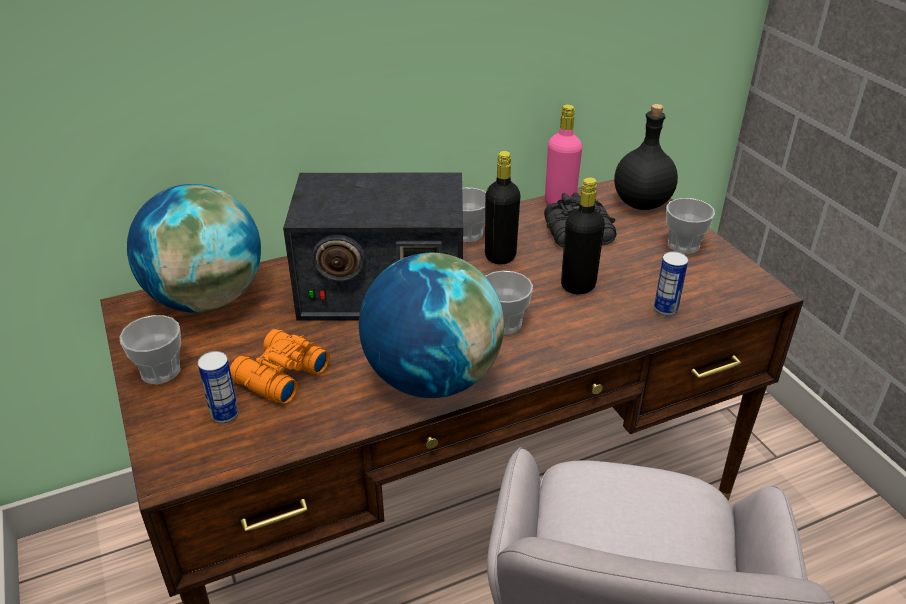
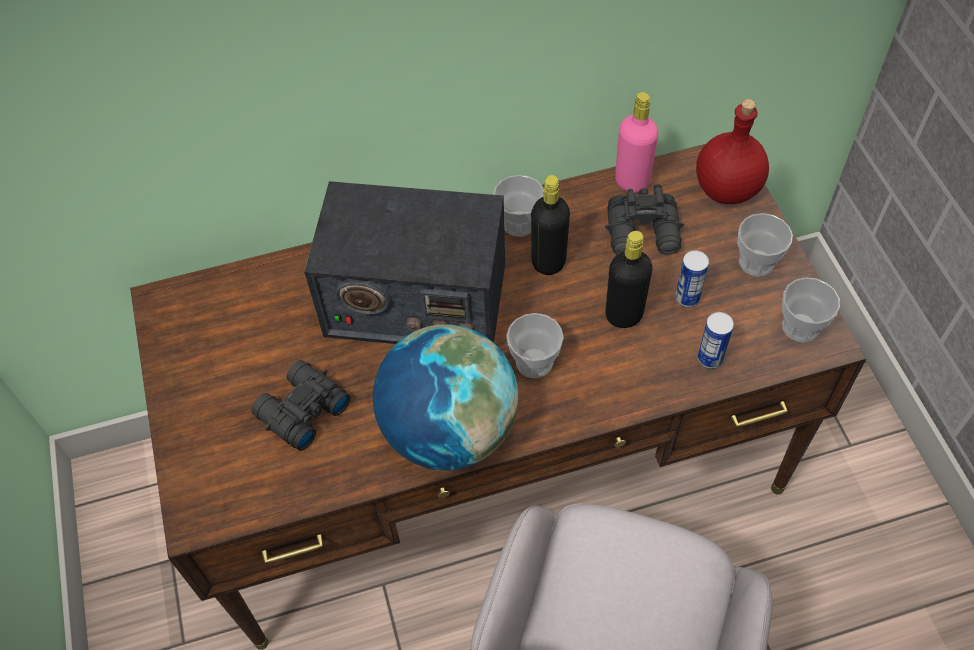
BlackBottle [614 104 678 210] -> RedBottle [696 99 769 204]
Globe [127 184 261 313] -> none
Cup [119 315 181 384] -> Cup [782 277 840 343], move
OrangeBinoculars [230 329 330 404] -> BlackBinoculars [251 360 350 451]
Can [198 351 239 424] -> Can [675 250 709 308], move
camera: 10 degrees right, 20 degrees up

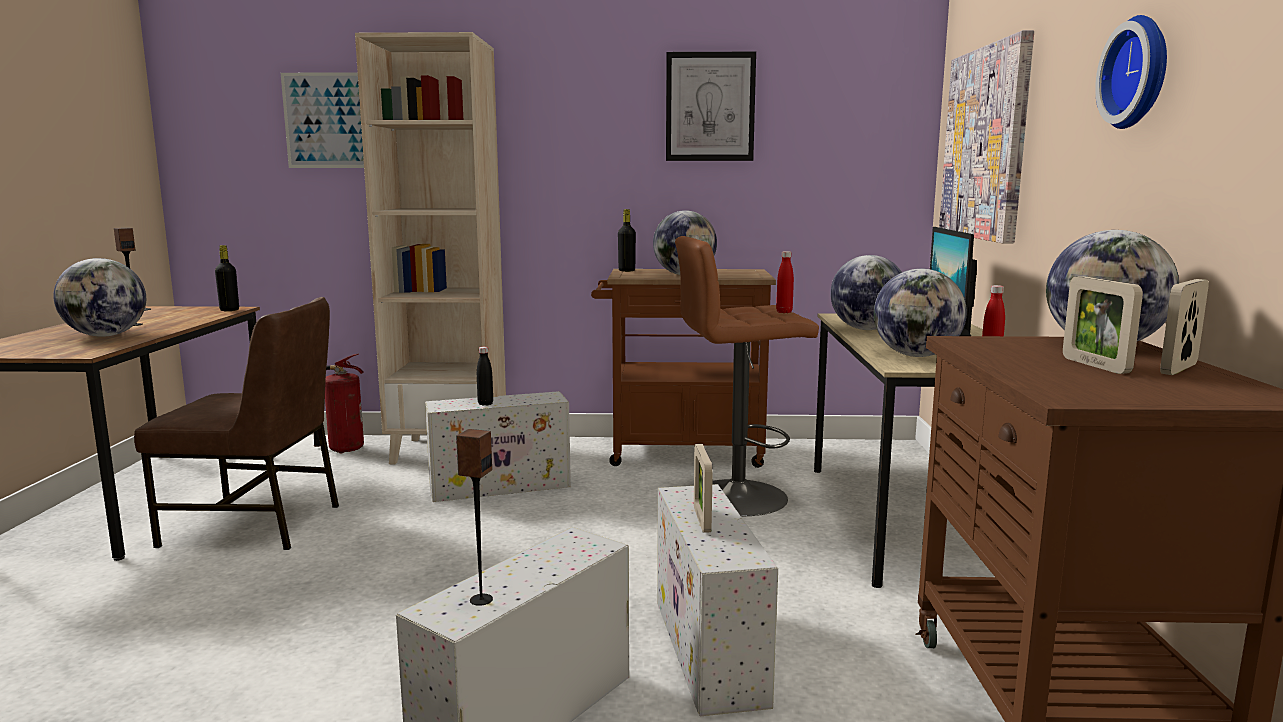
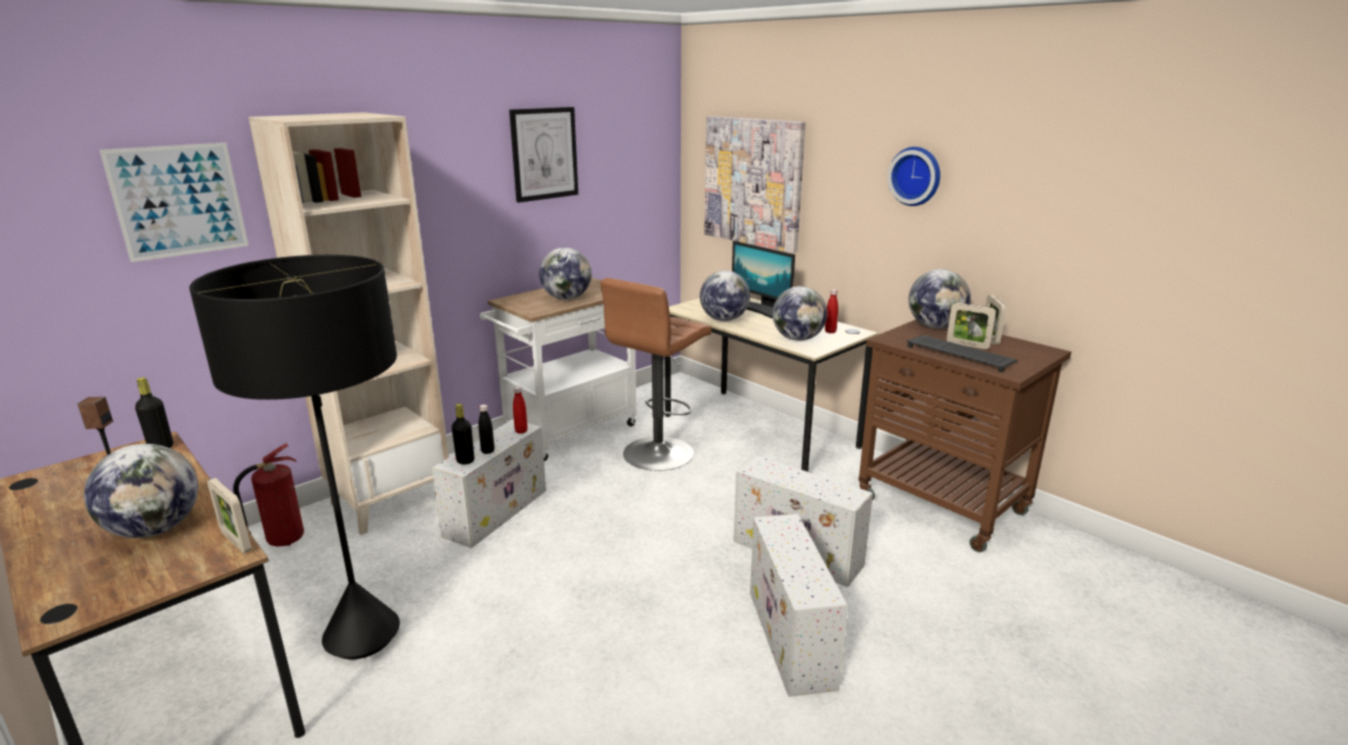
BlackBottle [618 209 636 272] -> BlackBottle [452 404 474 465], move
RedBottle [776 251 794 313] -> RedBottle [513 386 528 434], move
BrownCart [591 269 776 468] -> WhiteCart [480 277 636 461]
BrownChair [134 297 339 550] -> BlackFloorLamp [189 255 400 660]
Speaker [456 429 493 606] -> none
PictureFrame [694 444 713 533] -> PictureFrame [207 478 252 553], move
none -> Keyboard [906 335 1019 372]
camera: 45 degrees left, 10 degrees up

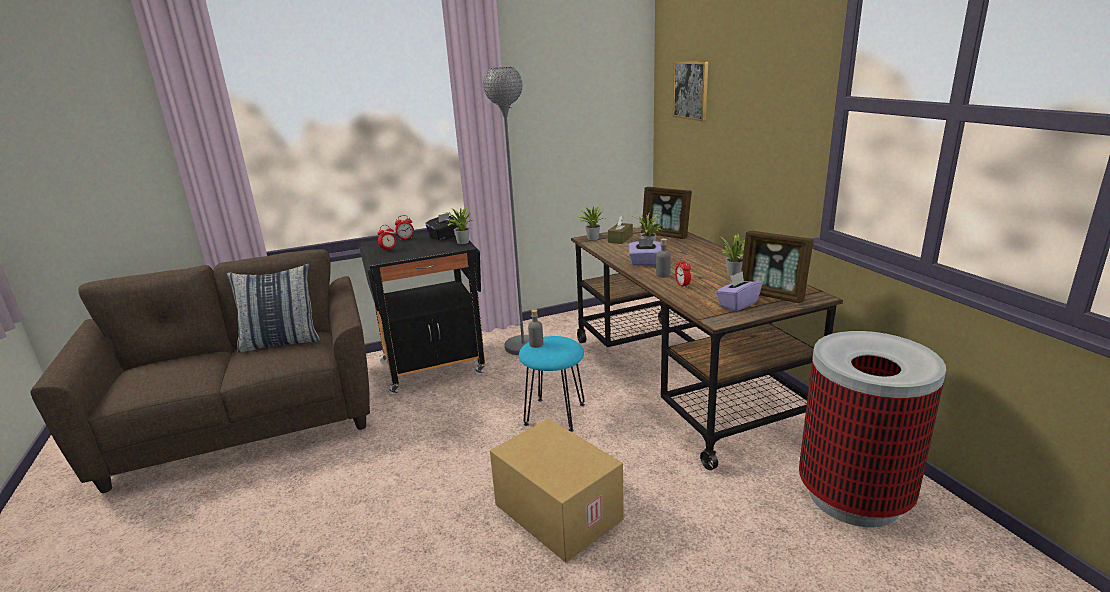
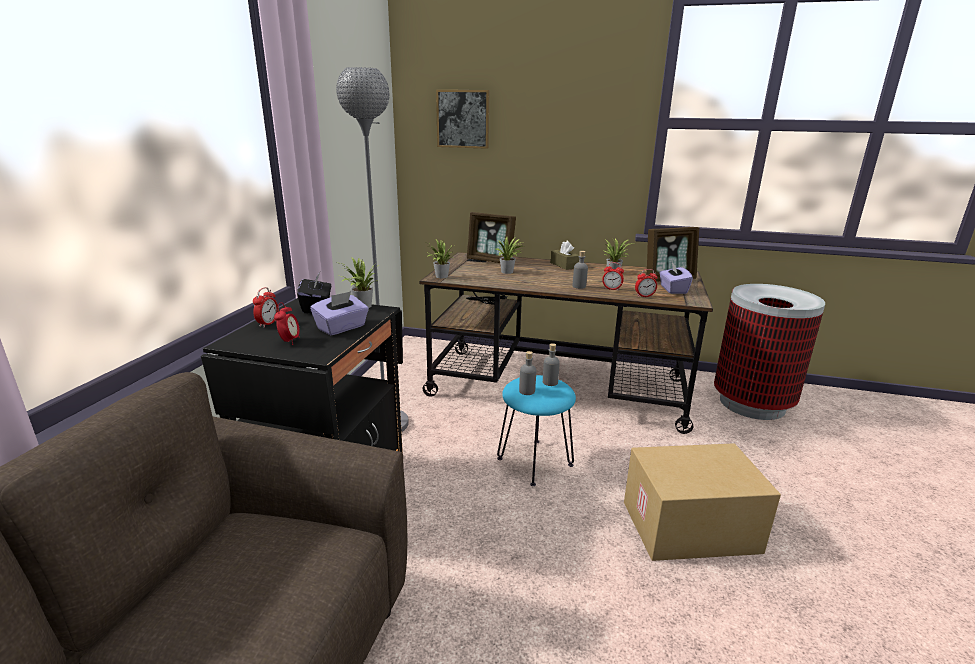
PictureFrame [641 187 692 239] -> PictureFrame [467 212 516 263], 45 degrees clockwise
BrownTissueBox [608 215 633 244] -> BrownTissueBox [550 241 580 270], move
PurpleTissueBox [629 239 661 266] -> PurpleTissueBox [310 291 369 335], move
Pillow [226 264 320 353] -> none
none -> AlarmClock [635 269 658 297]
none -> GreyBottle [543 343 560 386]
camera: 55 degrees left, 0 degrees up

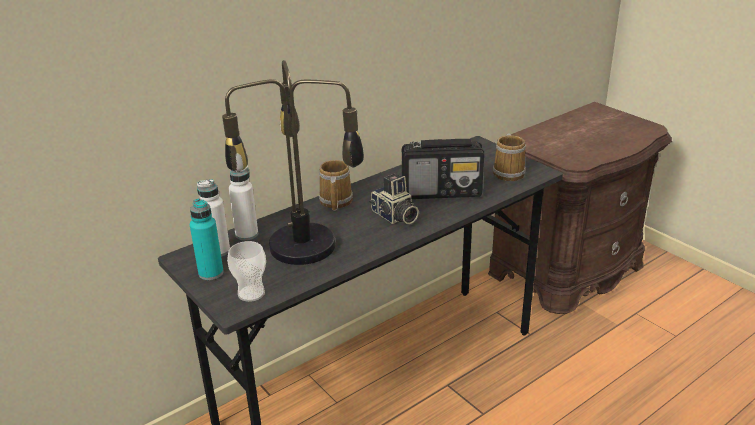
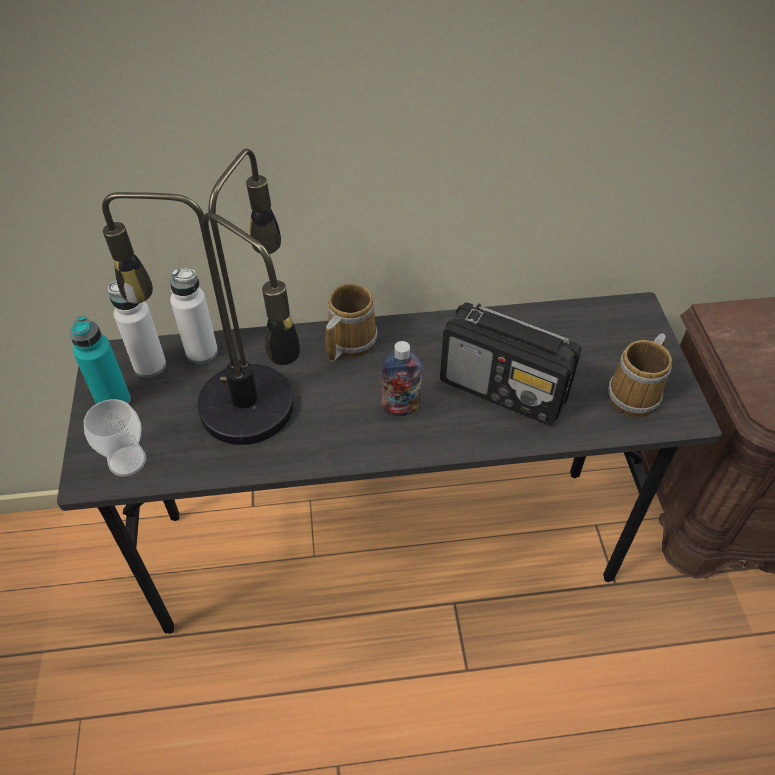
PhotoCamera [369 174 419 224] -> Bottle [381 341 422 416]
camera: 30 degrees right, 20 degrees up

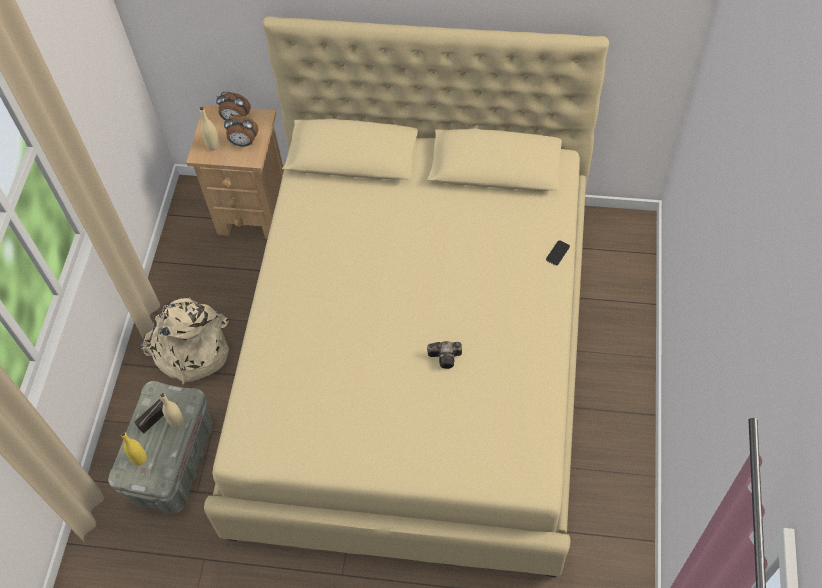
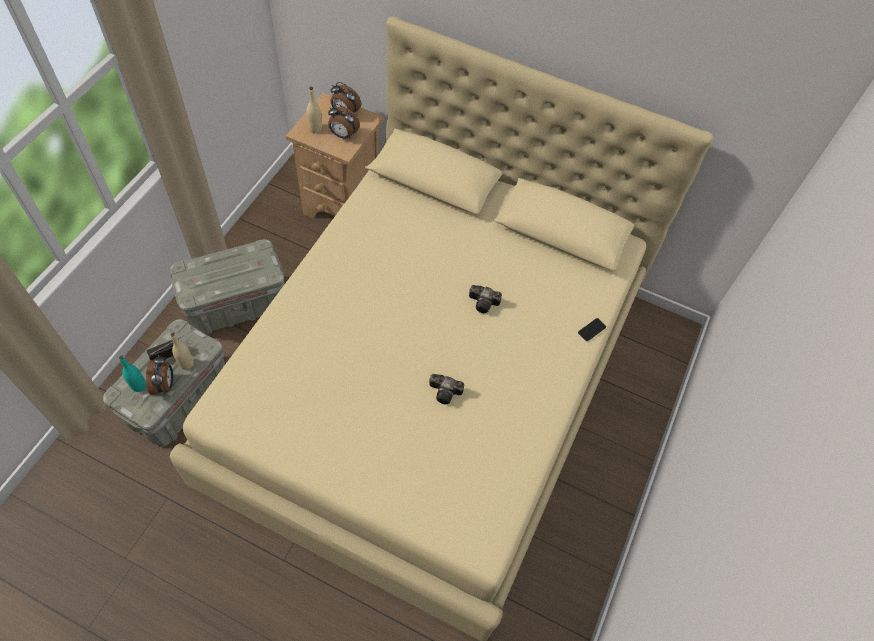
BeigeBackpack [140 297 229 384] -> GreyStorageBox [170 239 284 334]
YellowBottle [121 432 147 465] -> TurquoiseBottle [119 356 146 392]
none -> PhotoCamera [469 285 502 313]
none -> AlarmClock [146 355 173 395]
camera: 10 degrees right, 0 degrees up

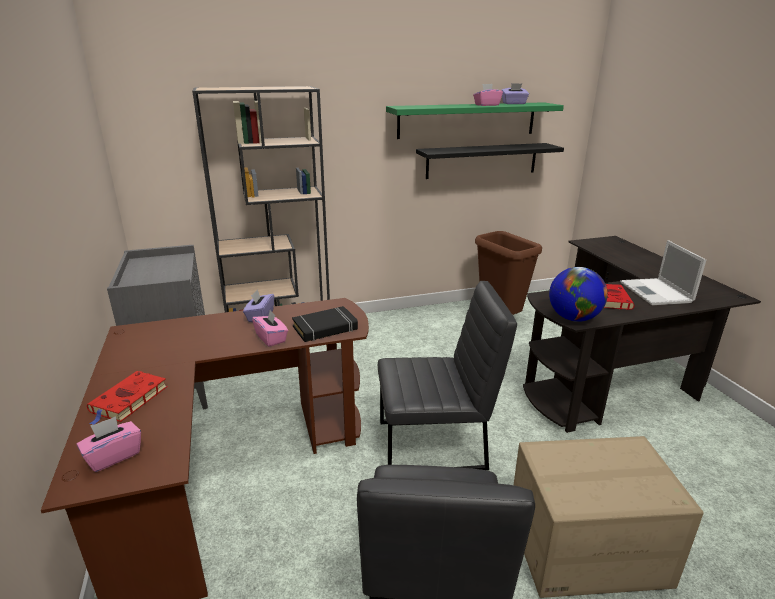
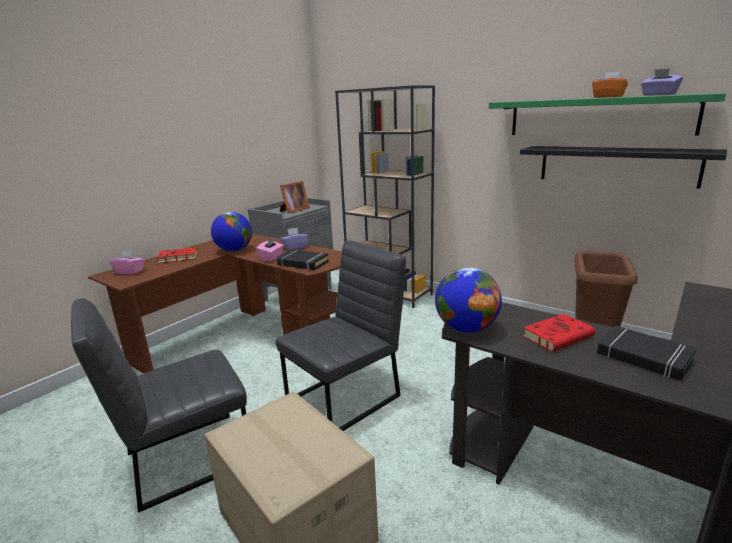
PinkTissueBox [473 84 503 106] -> OrangeTissueBox [592 71 628 98]
Laptop [620 240 706 305] -> BlackBook [597 326 696 381]
GreyChair [378 281 517 470] -> GreyChair [276 240 406 431], 90 degrees counterclockwise
none -> PictureFrame [280 181 310 214]
none -> Globe [211 212 252 251]
camera: 55 degrees right, 5 degrees down

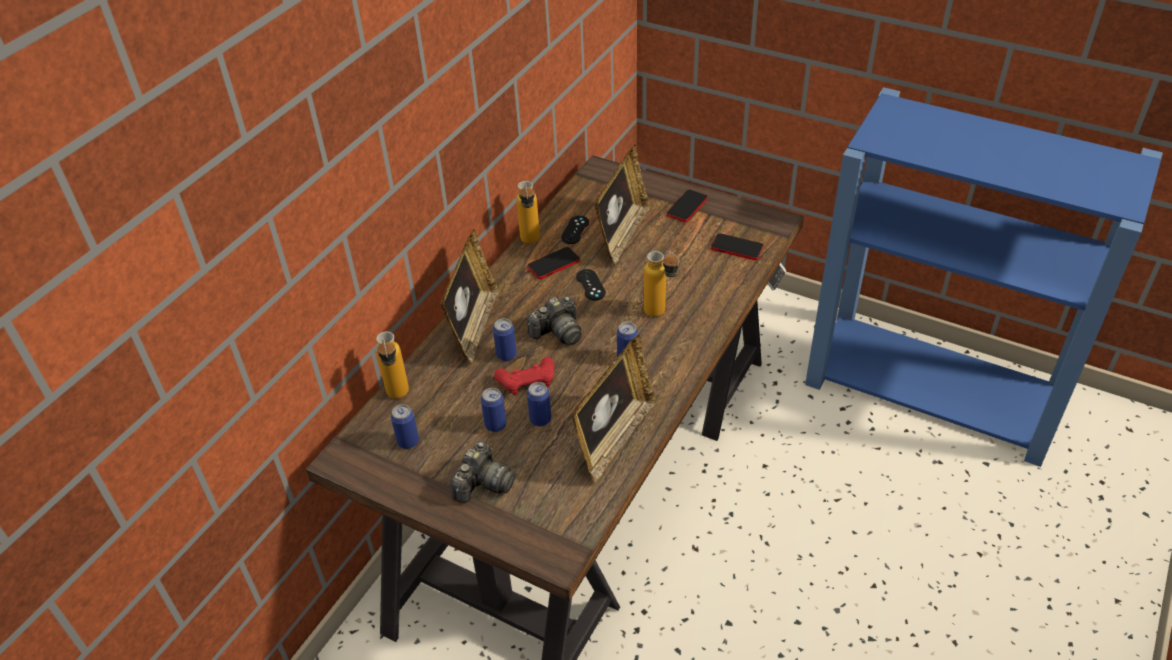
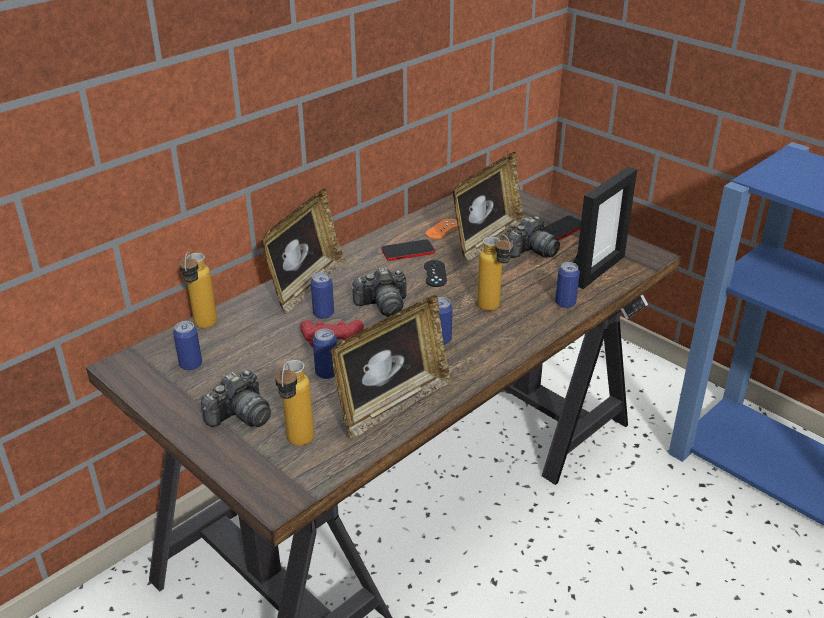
Bottle [516 181 540 244] -> Bottle [275 360 314 446], move
BlackGameController [561 216 589 244] -> OrangeGameController [425 218 458 239]
Phone [711 233 764 260] -> PictureFrame [573 167 637 289]
Can [481 388 507 432] -> Can [555 262 580 308], move
none -> PhotoCamera [507 216 560 258]
camera: 15 degrees right, 10 degrees down

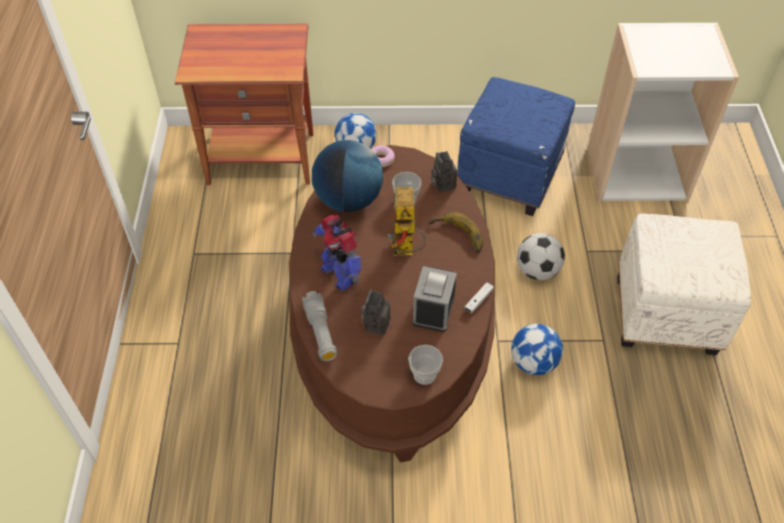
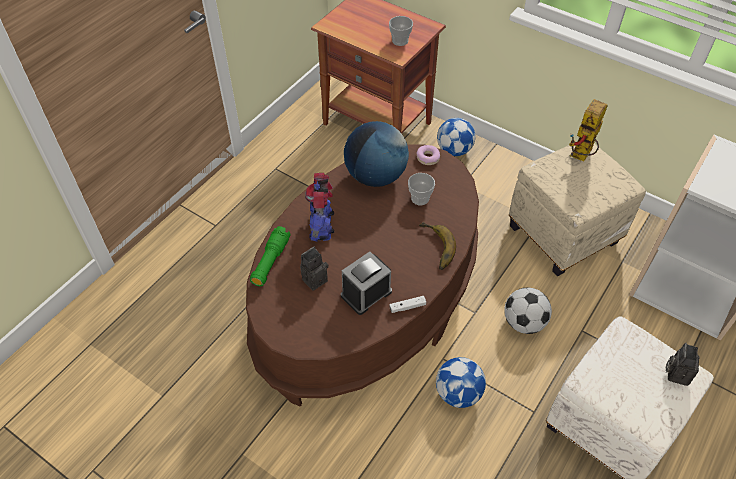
BlueOttoman [457 77 575 216] -> BeigeOttoman [509 141 646 277]
PhotoCamera [431 151 457 193] -> PhotoCamera [666 343 700 386], move
ToyRobot [388 187 426 256] -> ToyRobot [569 99 608 161], move
GreyFlashlight [302 291 337 361] -> GreenFlashlight [250 226 291 286]
Cup [408 345 443 385] -> Cup [389 16 413 46], move
camera: 35 degrees right, 0 degrees up

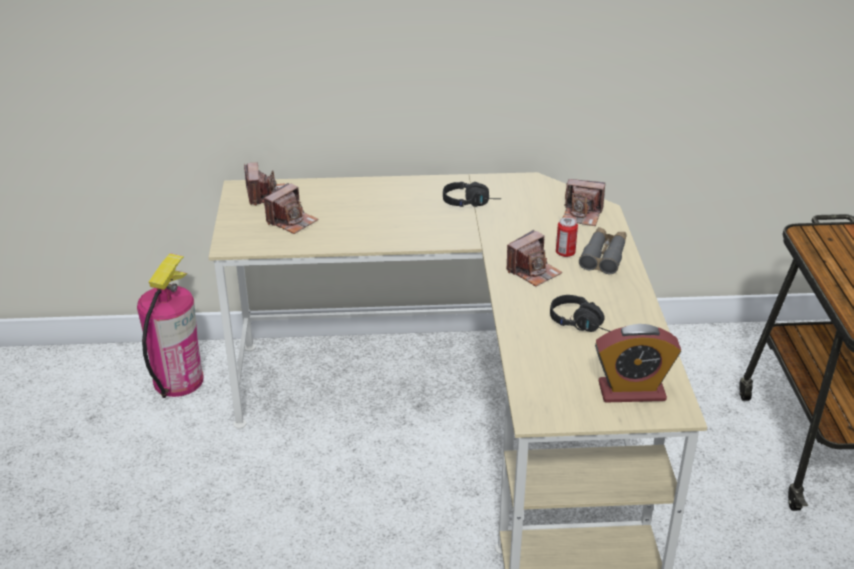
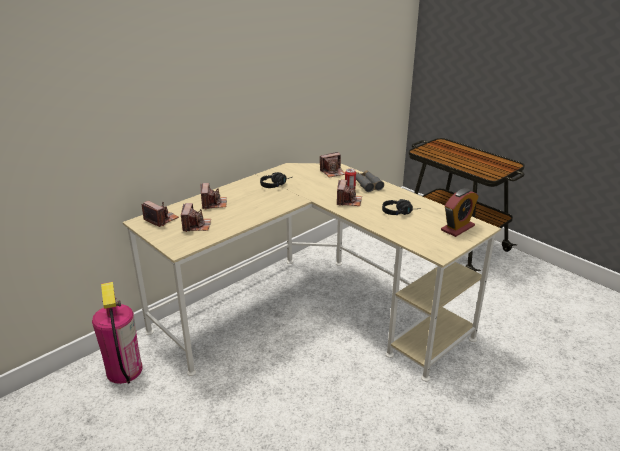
none -> PhotoCamera [200 183 227 209]
camera: 40 degrees left, 5 degrees down

